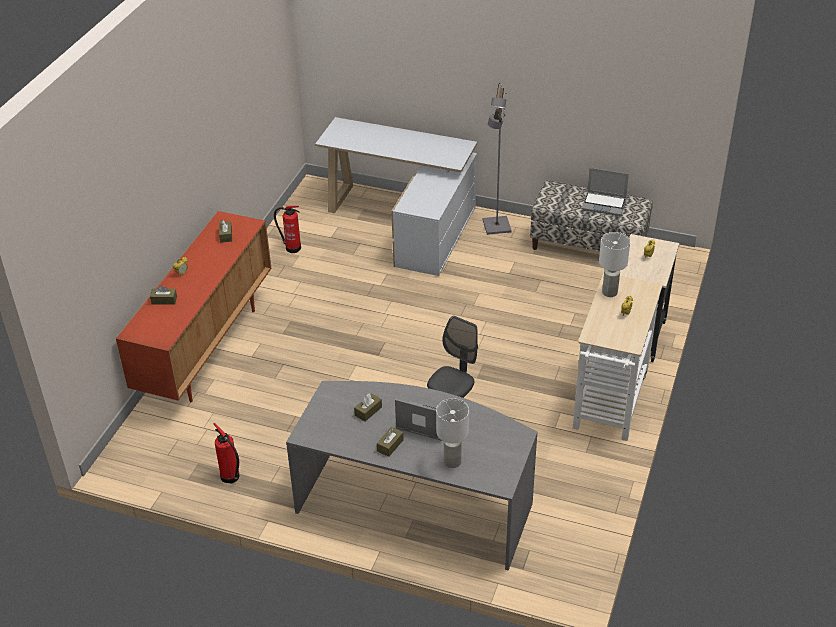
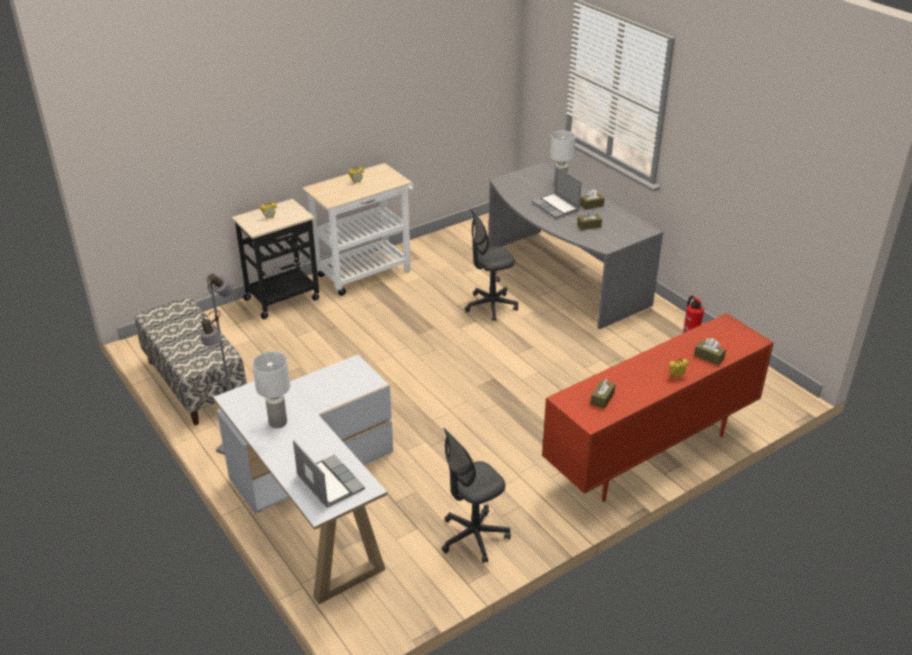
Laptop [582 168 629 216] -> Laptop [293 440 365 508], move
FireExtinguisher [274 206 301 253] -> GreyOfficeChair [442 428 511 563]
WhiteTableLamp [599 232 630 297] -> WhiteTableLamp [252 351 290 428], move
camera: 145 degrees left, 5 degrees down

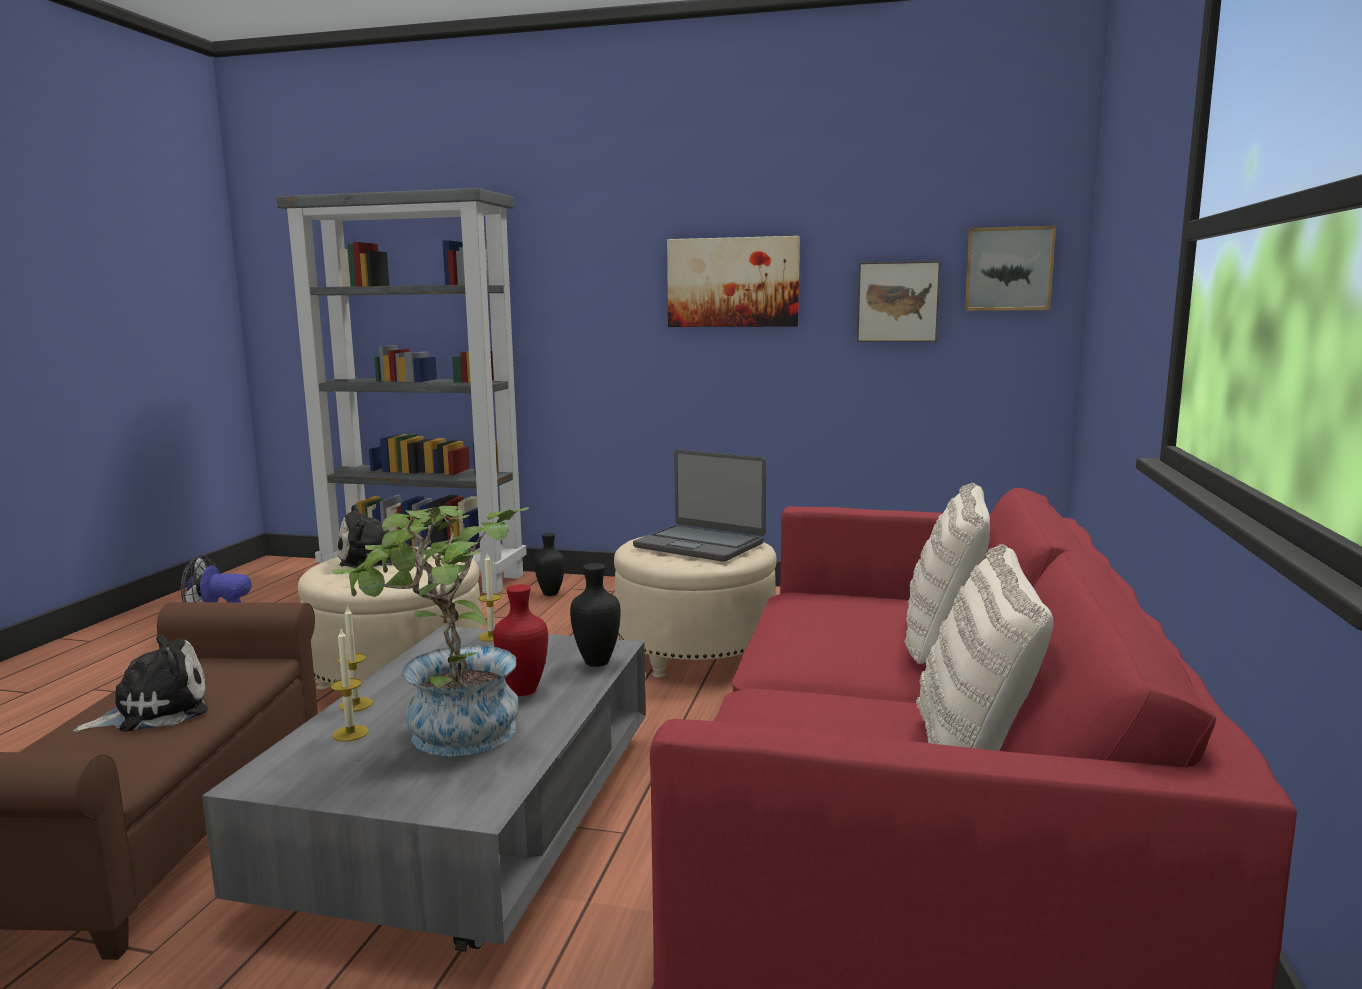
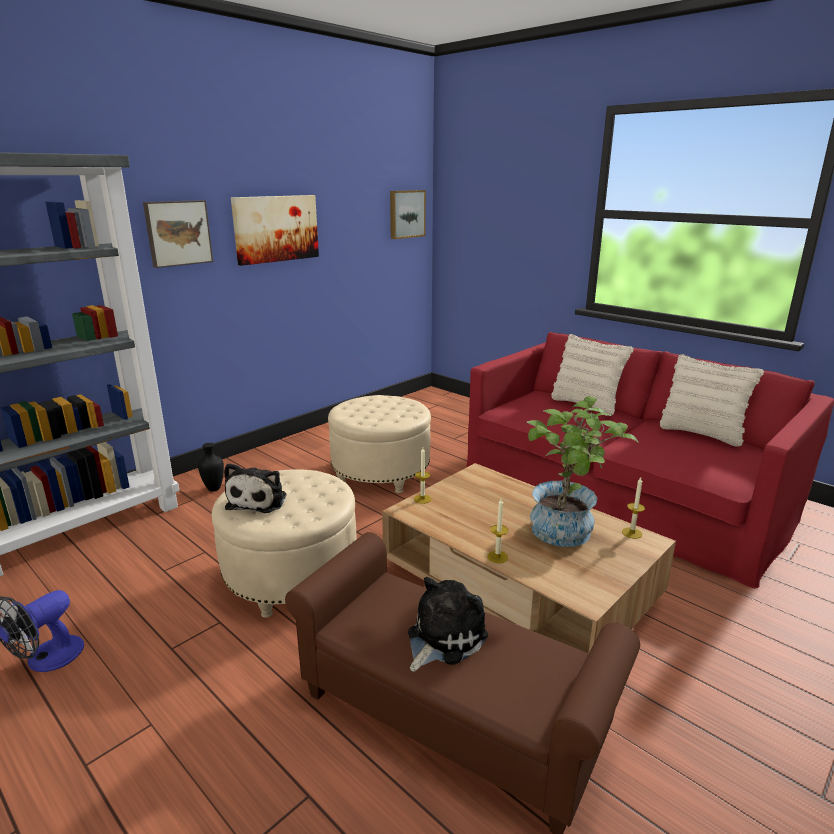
Picture [857 261 941 342] -> Picture [143 200 213 268], move
Laptop [633 450 766 562] -> none
BlackVase [570 563 621 667] -> none
RedVase [493 584 548 696] -> none
GreyCoffeeTable [202 626 646 952] -> BrownCoffeeTable [382 463 676 654]
Candle [330 629 369 742] -> Candle [622 477 645 539], move
PlushToy [73 634 208 732] -> PlushToy [408 577 488 672], 45 degrees clockwise
camera: 60 degrees left, 10 degrees up

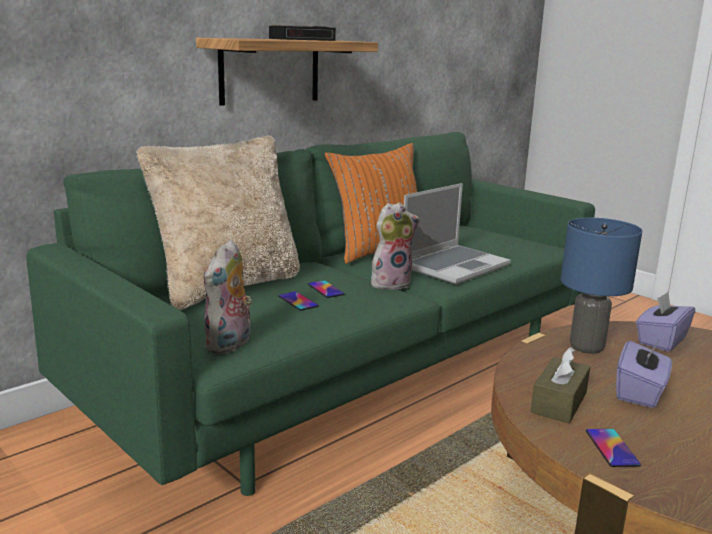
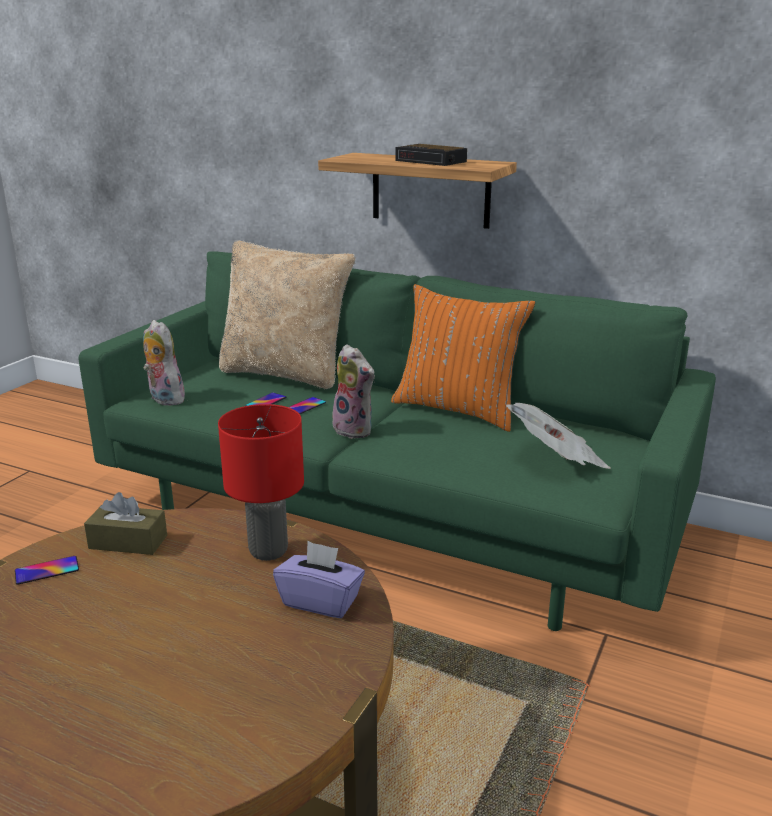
Laptop [404 183 511 285] -> none
BlueTableLamp [560 218 642 354] -> RedTableLamp [218 404 304 561]
PlushToy [204 240 257 354] -> PlushToy [143 320 187 406], 45 degrees clockwise
PurpleTissueBox [616 339 672 408] -> none
none -> Newspaper [506 403 611 469]
camera: 70 degrees right, 5 degrees up

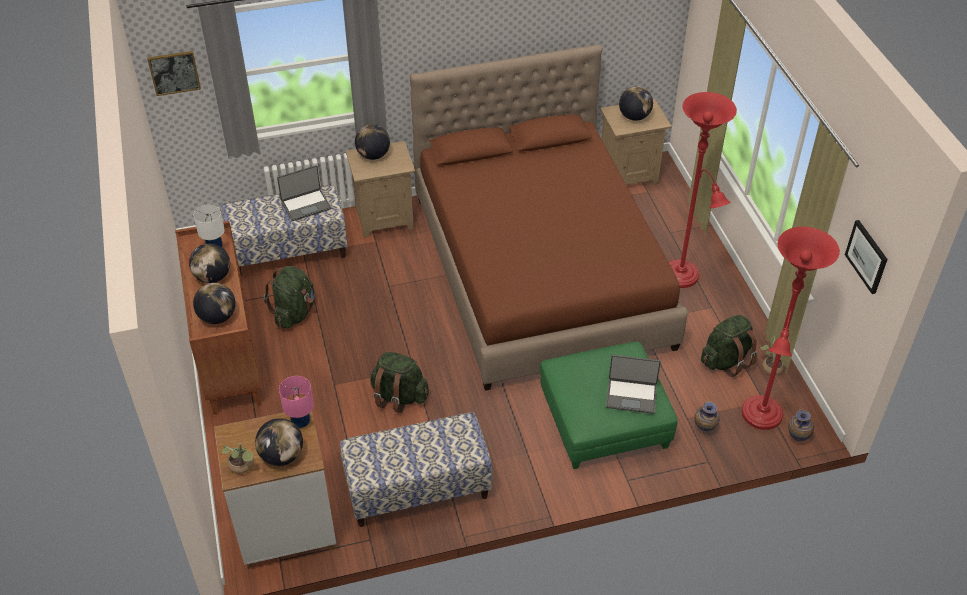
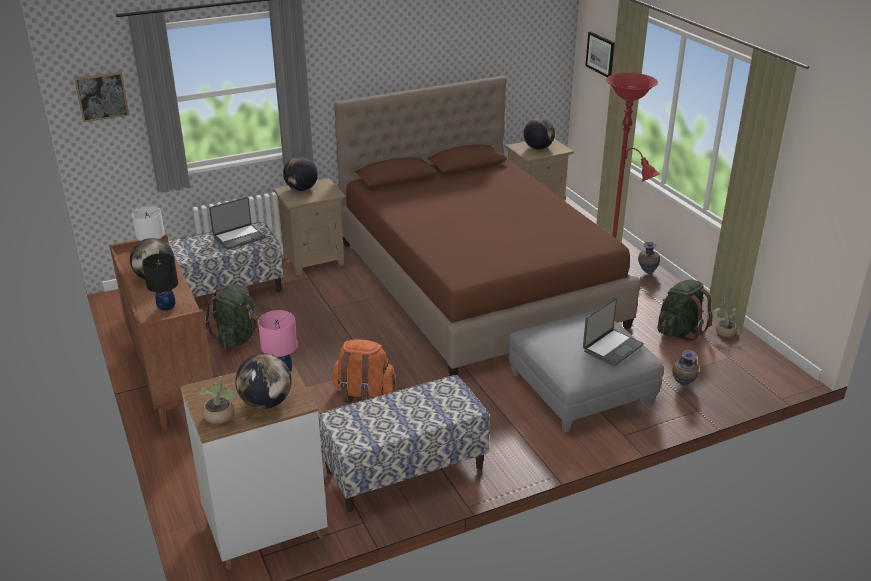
Picture [845 220 888 294] -> Picture [585 32 615 77], move
RedFloorLamp [742 226 840 430] -> none
Globe [193 283 236 324] -> BlackTableLamp [142 253 178 311]
GreenOttoman [540 341 677 469] -> GreyOttoman [508 310 664 433]
GreenBackpack [370 352 429 413] -> OrangeBackpack [331 339 395 403]
Laptop [606 355 661 414] -> Laptop [583 298 644 366], 45 degrees counterclockwise
Vase [788 409 814 441] -> Vase [638 242 660 275], move
camera: 10 degrees left, 15 degrees down

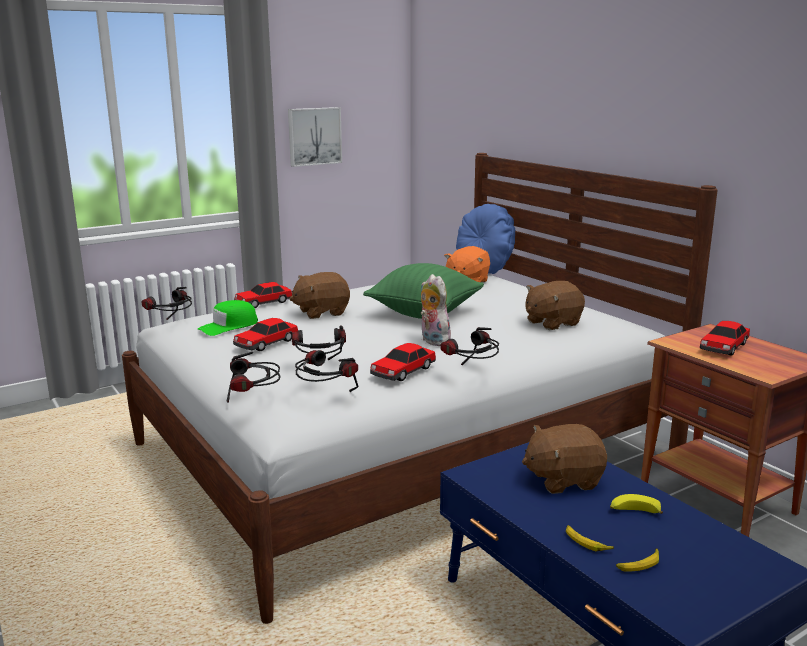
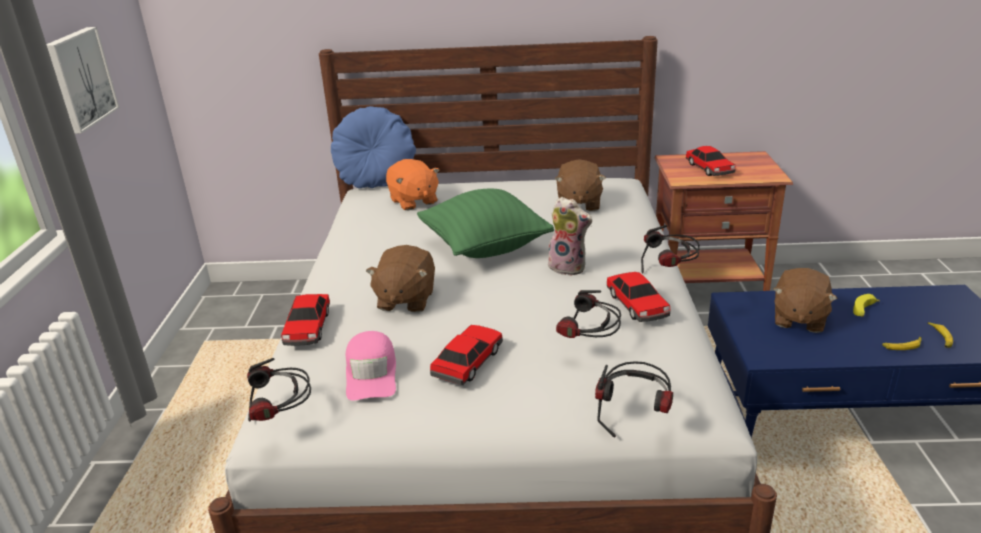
PlushToy [421 274 451 346] -> PlushToy [548 197 592 276], 150 degrees counterclockwise
GreenCap [198 300 258 336] -> PinkCap [346 331 396 401]
ToyCar [233 318 299 351] -> ToyCar [430 325 503 385], 135 degrees counterclockwise
Headphones [295 350 358 392] -> none
camera: 55 degrees left, 10 degrees up

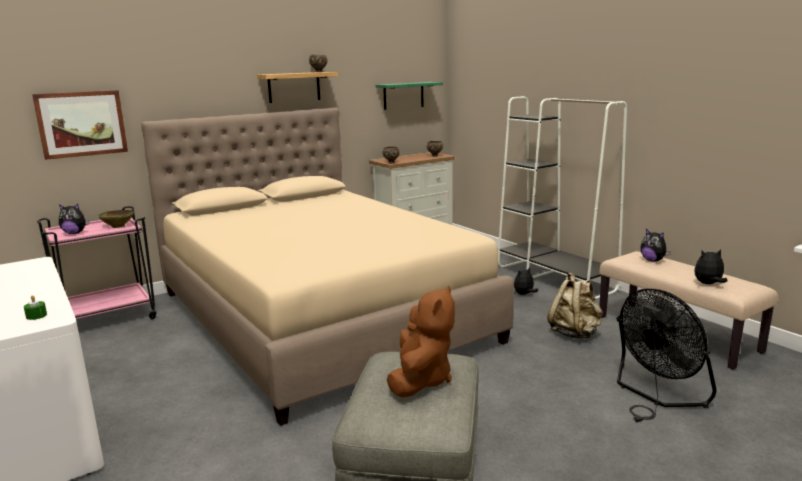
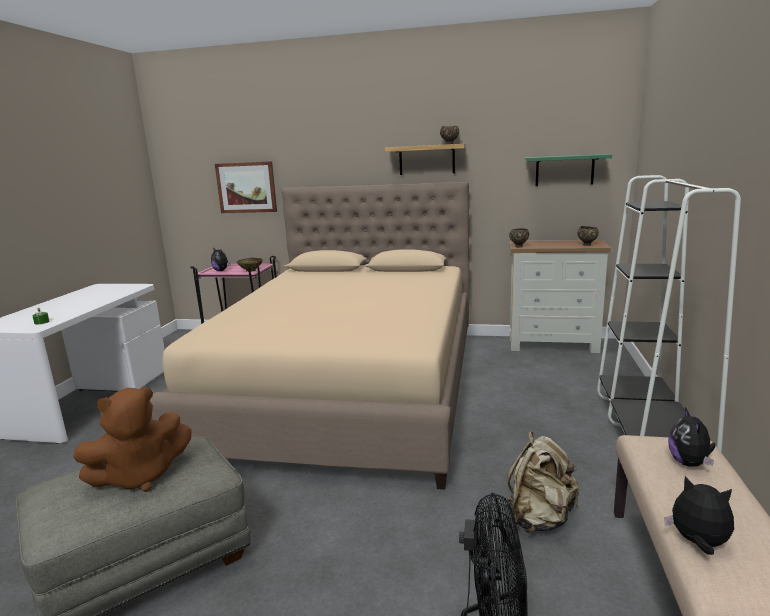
PlushToy [514 267 538 295] -> none
camera: 45 degrees right, 0 degrees up

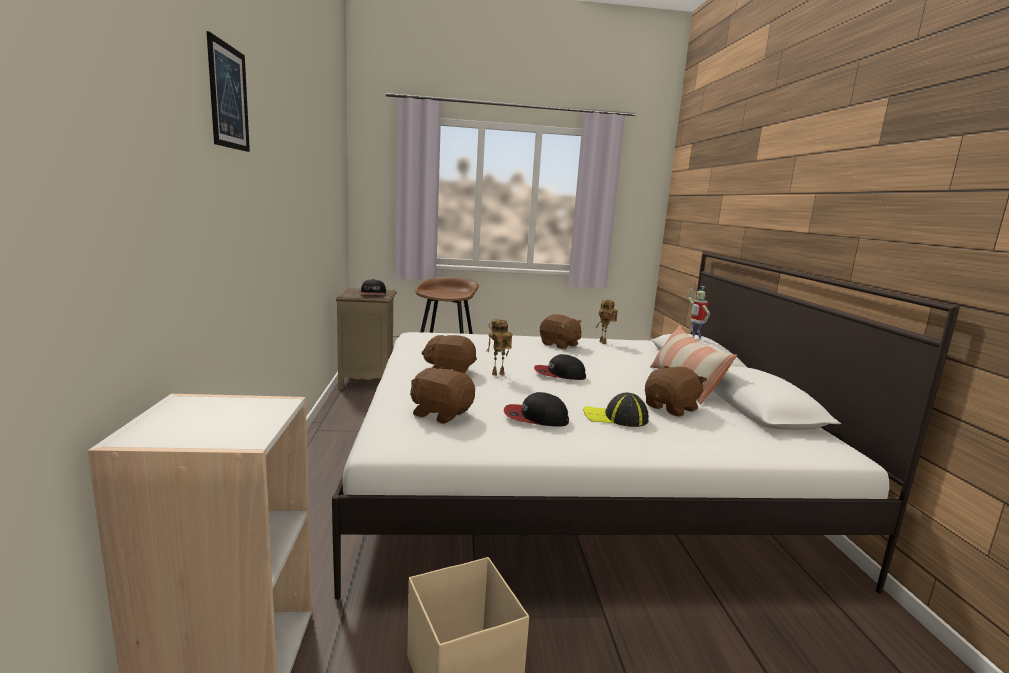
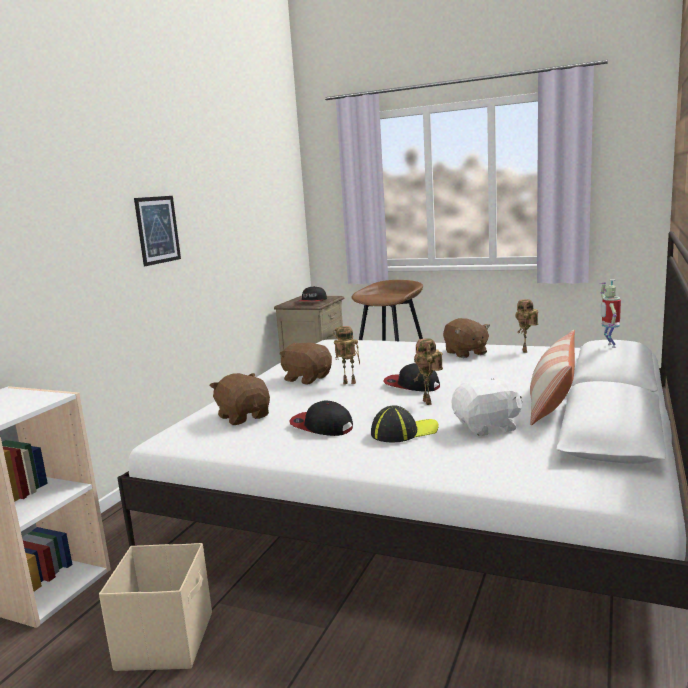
Picture [207 31 250 152] -> Picture [134 196 181 266], move
BrownPlushToy [645 366 707 417] -> WhitePlushToy [452 378 523 436]
Cap [583 393 649 427] -> Cap [371 405 438 442], 120 degrees clockwise
none -> ToyRobot [414 338 443 405]
camera: 30 degrees right, 0 degrees up

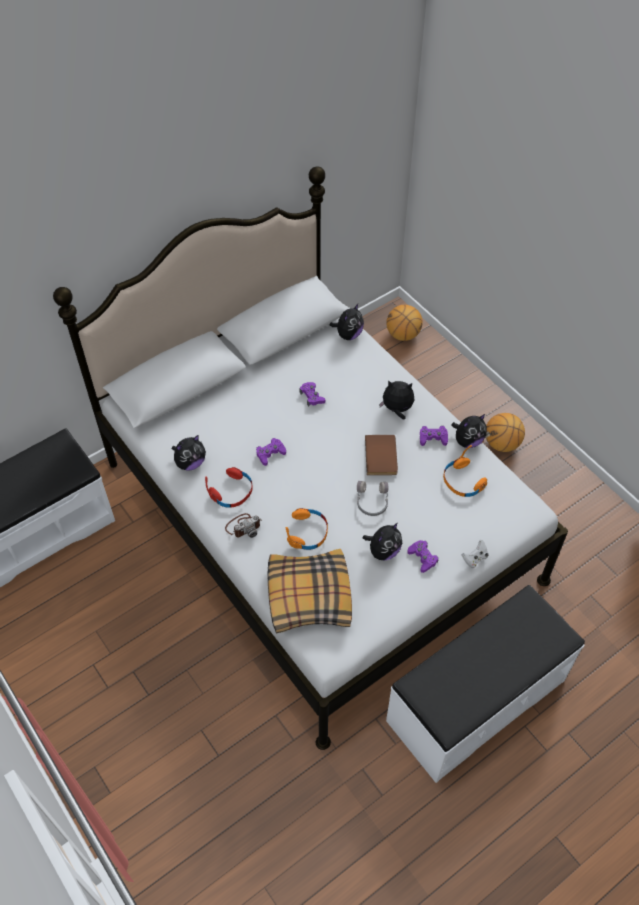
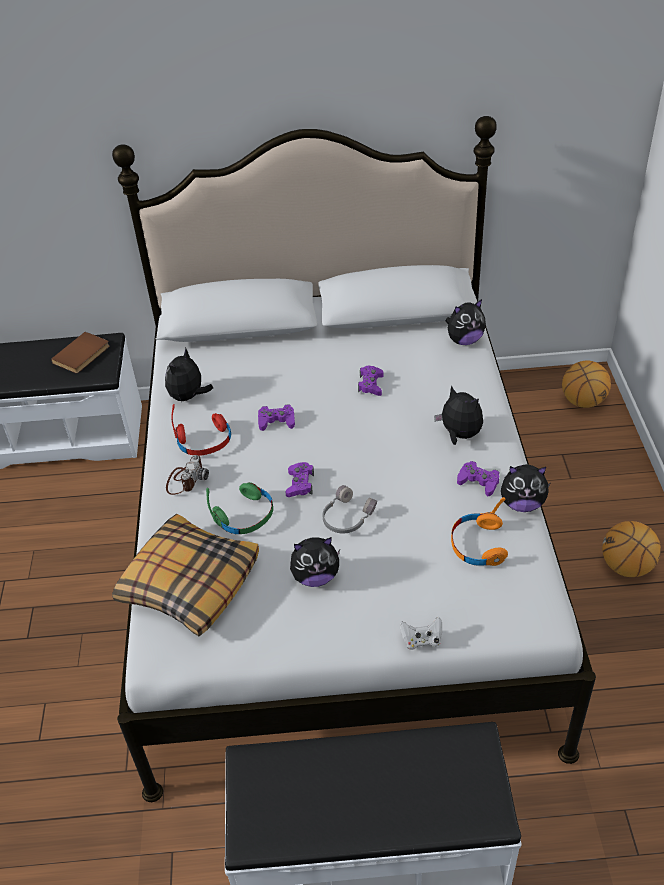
PlushToy [172 435 206 471] -> PlushToy [165 348 213 402], 120 degrees clockwise
BrownBook [365 435 398 475] -> BrownBook [51 332 110 373], move
OrangeHeadphones [286 508 328 550] -> GreenHeadphones [206 482 273 534]
PhotoCamera [225 513 262 538] -> PhotoCamera [166 455 209 495], 75 degrees counterclockwise
PurpleGameController [407 540 438 573] -> PurpleGameController [286 462 314 497], move
camera: 35 degrees right, 10 degrees down

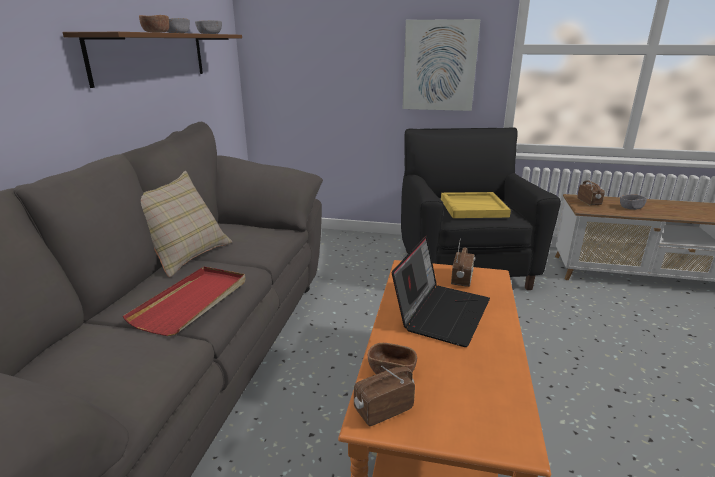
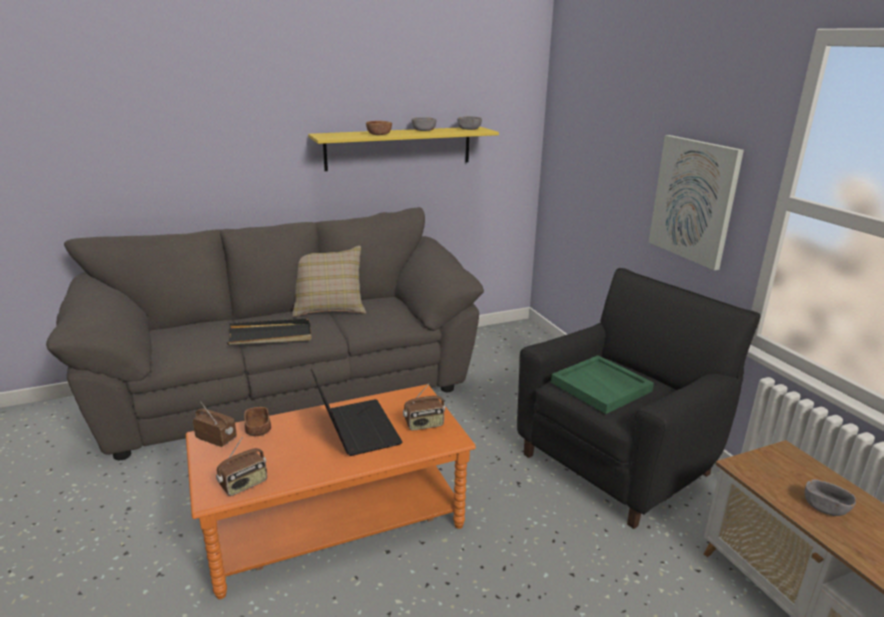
BrownShelf [62 32 242 88] -> YellowShelf [308 127 499 171]
Radio [577 173 605 206] -> Radio [216 437 267 496], move
YellowTray [441 192 511 218] -> GreenTray [551 355 654 414]
Laptop [392 236 490 347] -> Laptop [310 368 402 456], 105 degrees counterclockwise
RedTray [123 267 245 336] -> BlackTray [227 318 312 345]
camera: 55 degrees right, 0 degrees up

